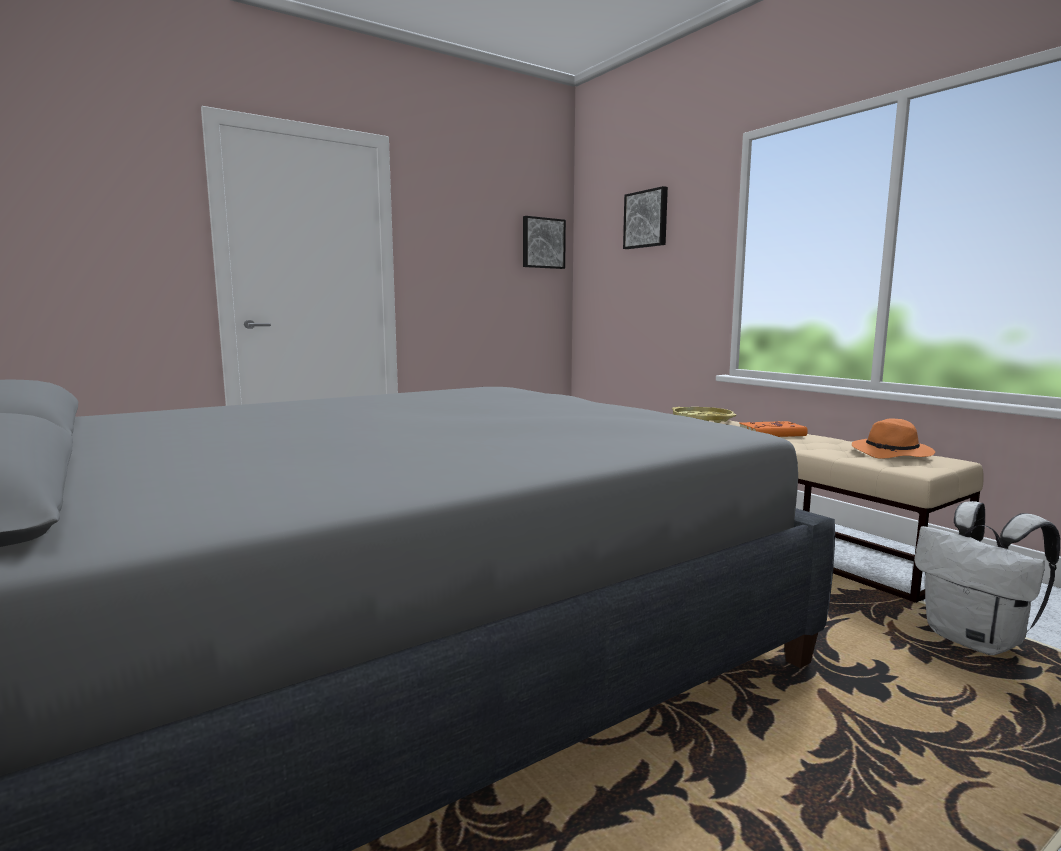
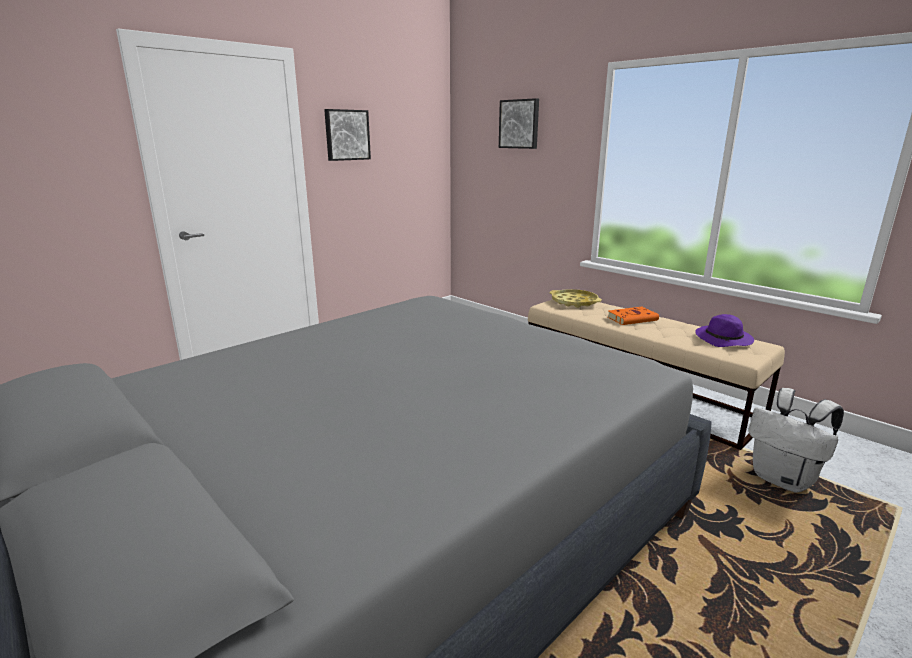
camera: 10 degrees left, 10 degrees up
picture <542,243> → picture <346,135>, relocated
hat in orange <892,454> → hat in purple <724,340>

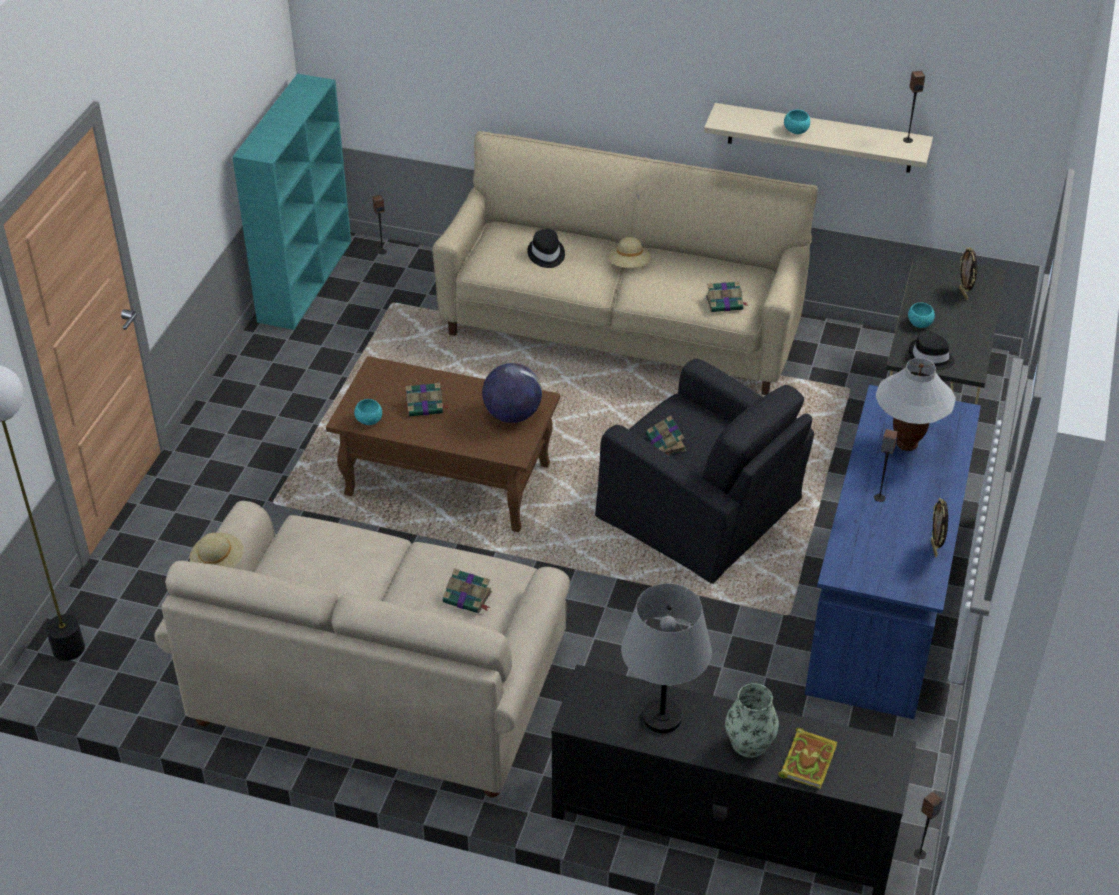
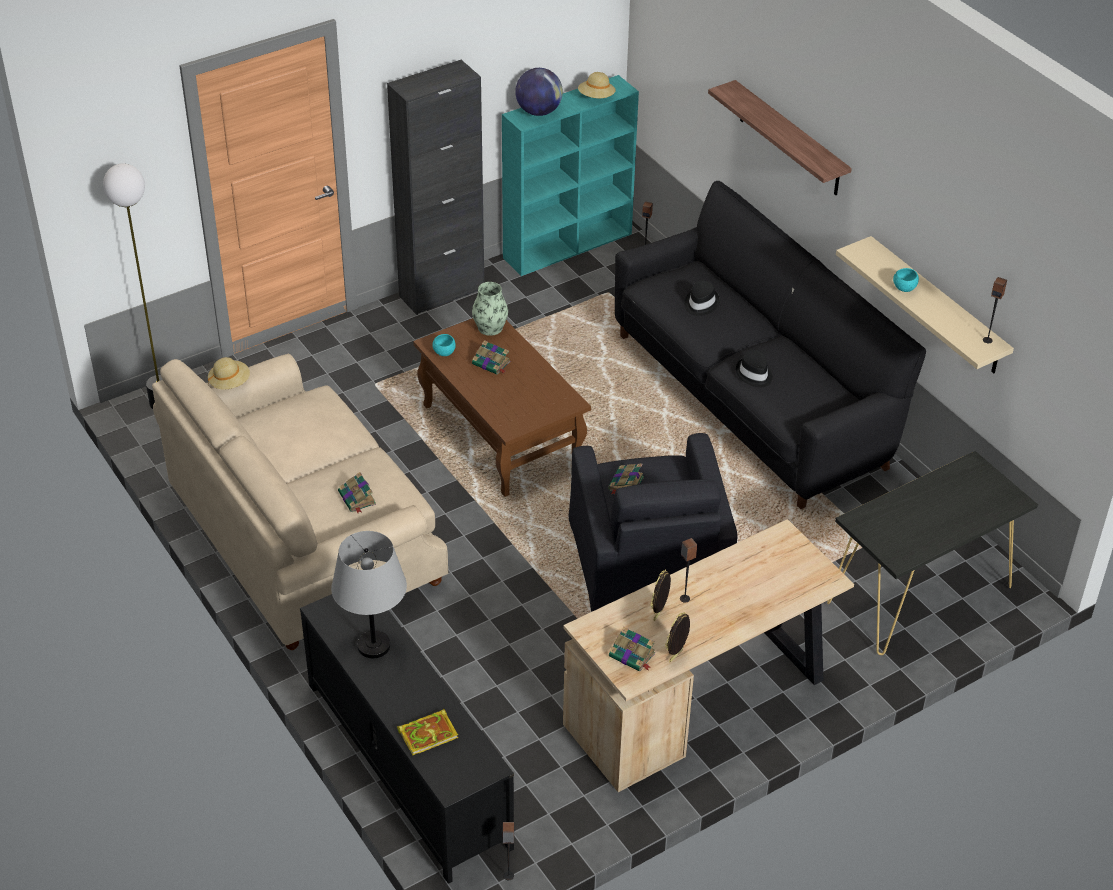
camera: 40 degrees right, 0 degrees up
sofa in beige <621,329> → sofa in black <750,400>
hat in beige <629,265> → hat in beige <596,97>, relocated
picture frame <963,294> → picture frame <659,614>, relocated
book <725,303> → book <632,655>, relocated
bowl in turquoise <919,324> → -
hat in black <930,357> → hat in black <754,374>, relocated
table lamp in white <906,444> → -
globe <512,415> → globe <538,111>, relocated
desk in blue <884,600> → desk in beige <701,702>
vase <749,743> → vase <490,327>, relocated
- → cabinet in black <441,292>
- → shelf <789,139>

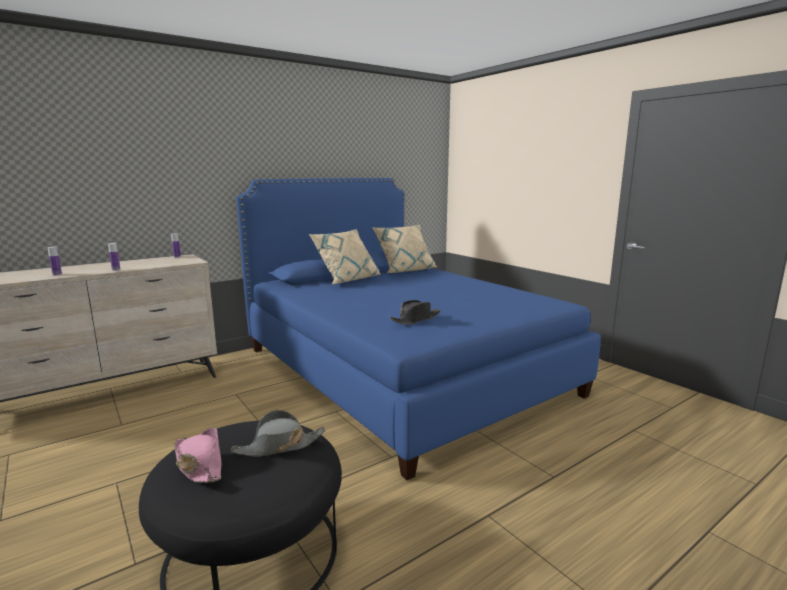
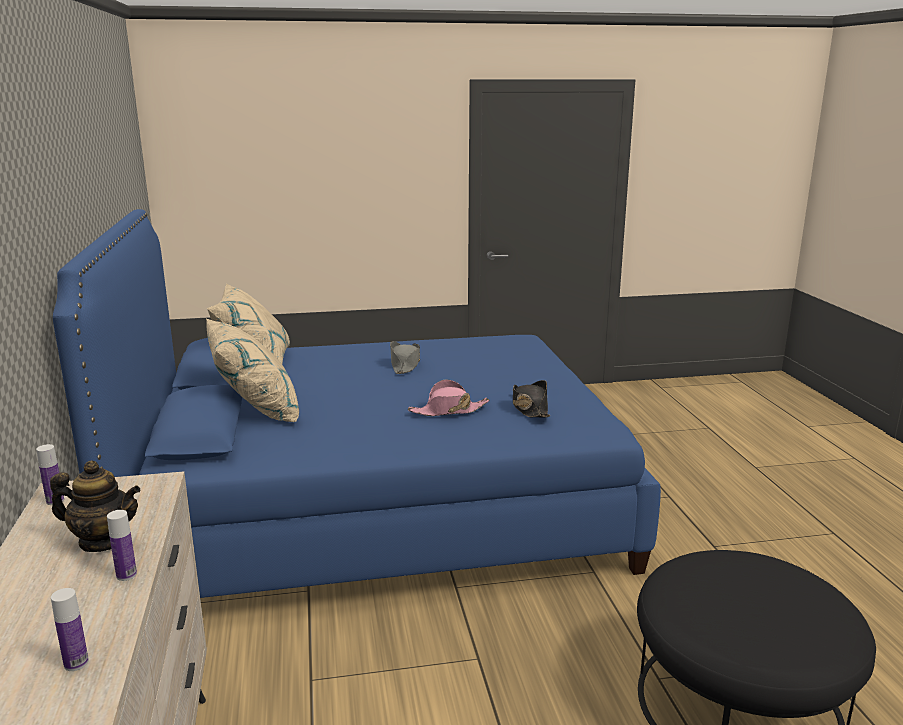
camera: 65 degrees left, 5 degrees up
hat in grey <279,446> → hat in grey <405,365>, relocated
hat in pink <199,464> → hat in pink <448,410>, relocated
- → teapot <103,541>

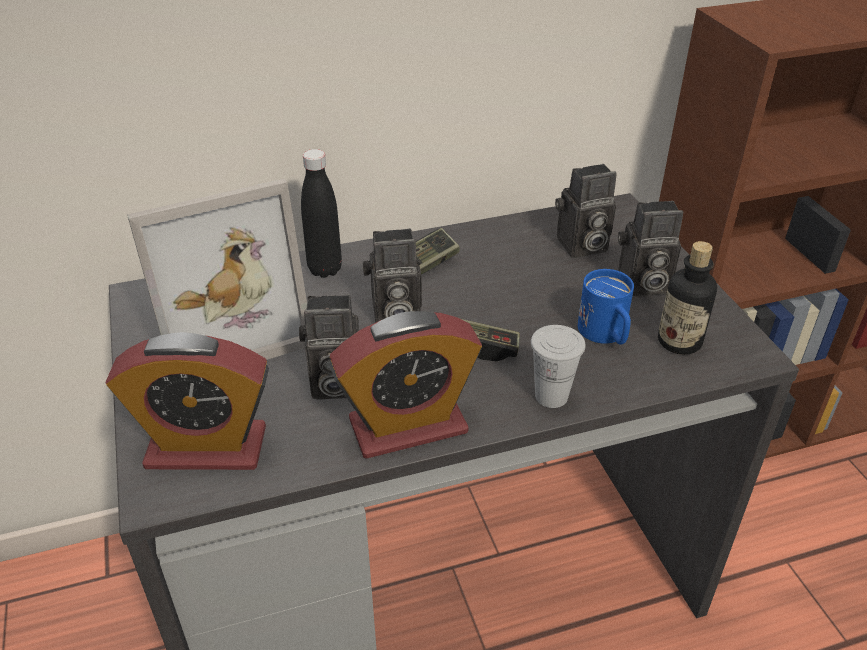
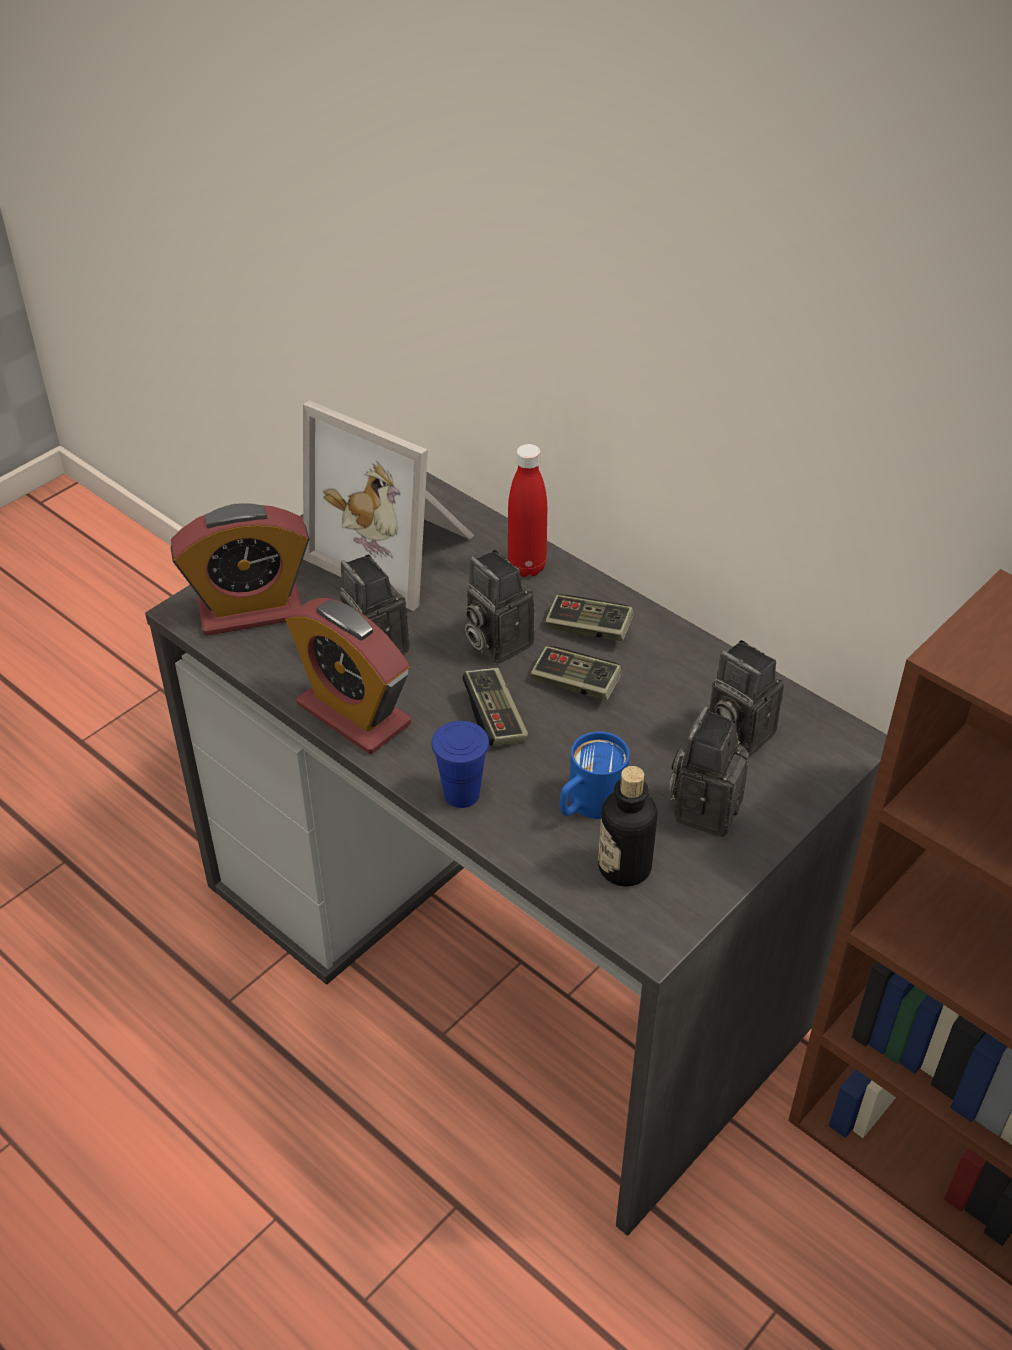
camera: 60 degrees right, 5 degrees up
bottle in black <325,269> → bottle in red <527,567>
photo camera <641,285> → photo camera <704,807>, 60 degrees clockwise
cup in white <551,396> → cup in blue <461,794>
alarm clock <206,448> → alarm clock <250,611>, 75 degrees counterclockwise
- → game controller <575,684>

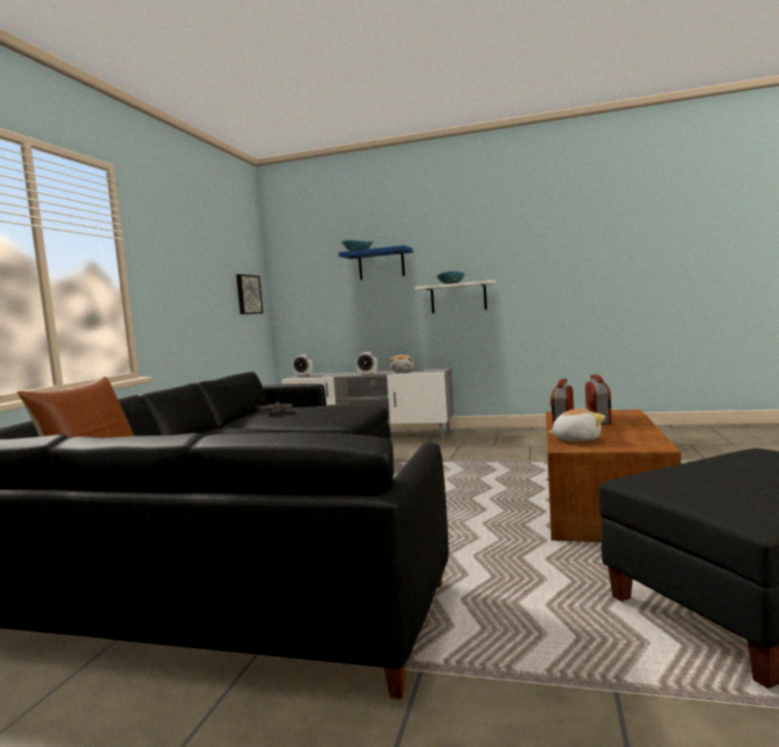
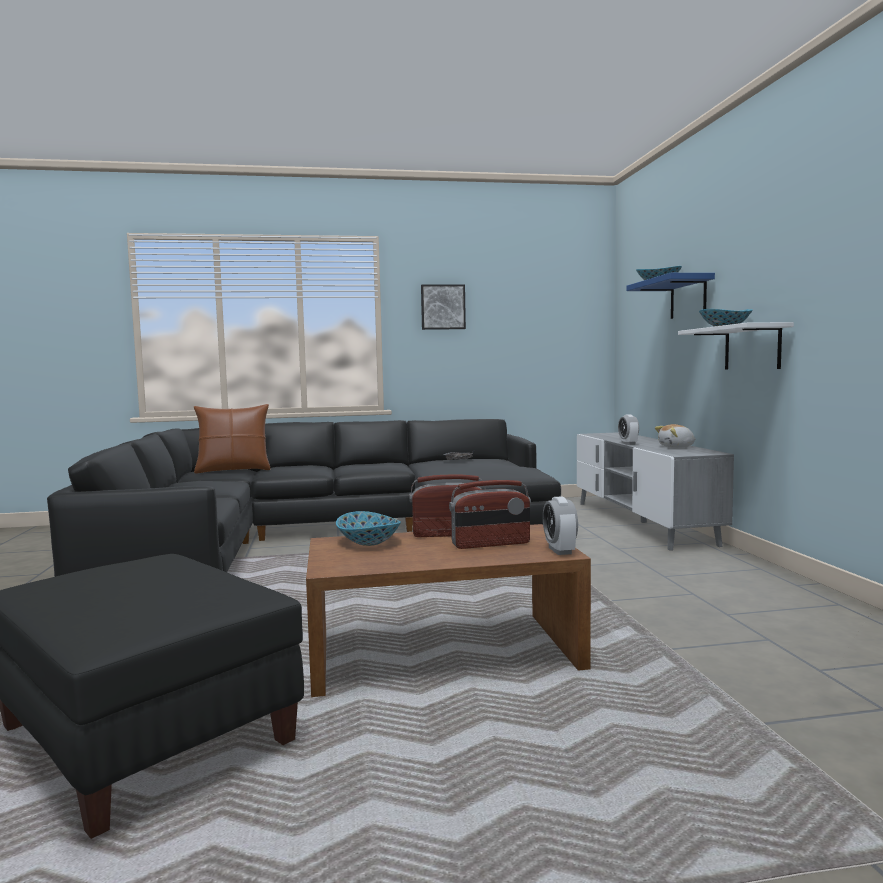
camera: 65 degrees right, 0 degrees up
picture <248,294> → picture <442,307>, relocated
alarm clock <303,376> → alarm clock <560,550>, relocated
plush toy <576,439> → bowl <369,542>

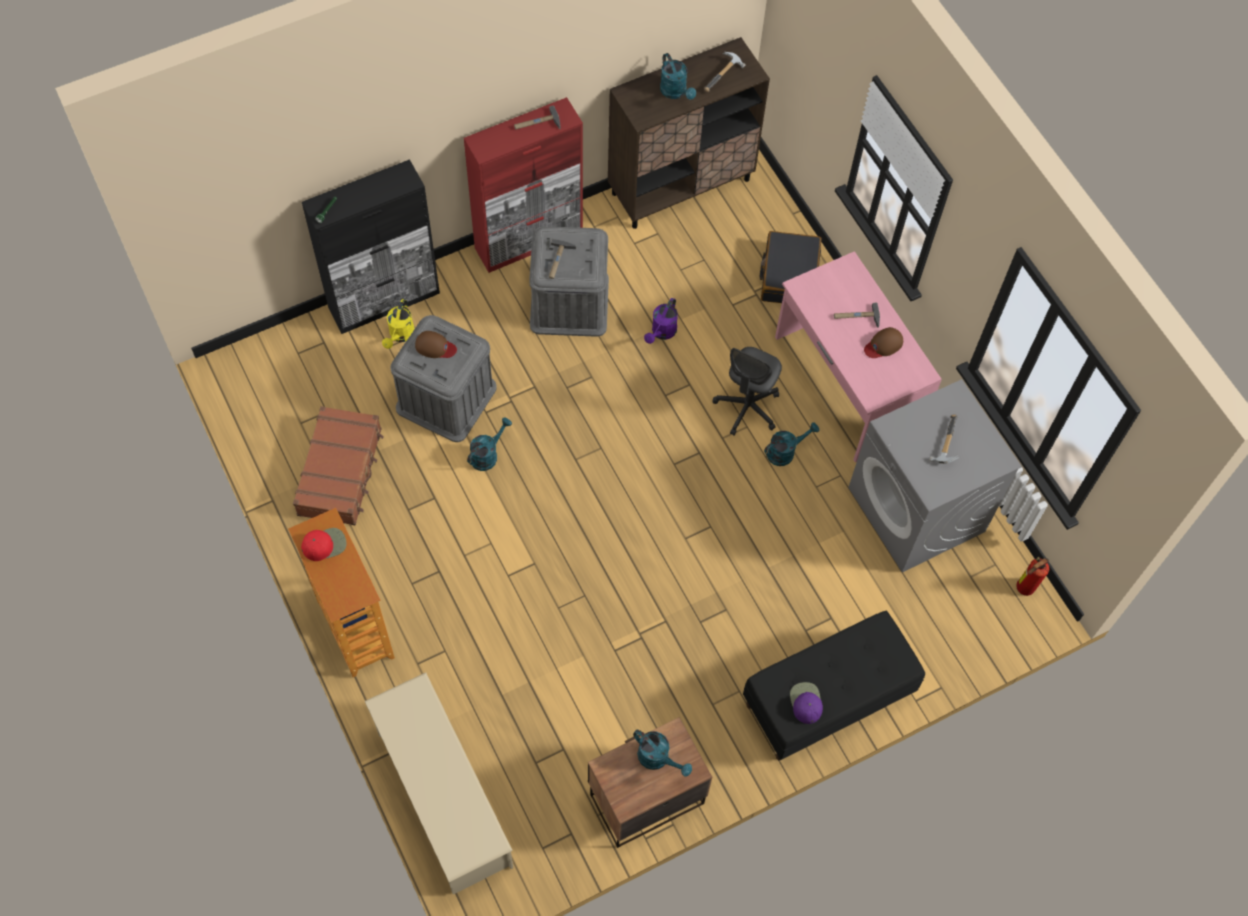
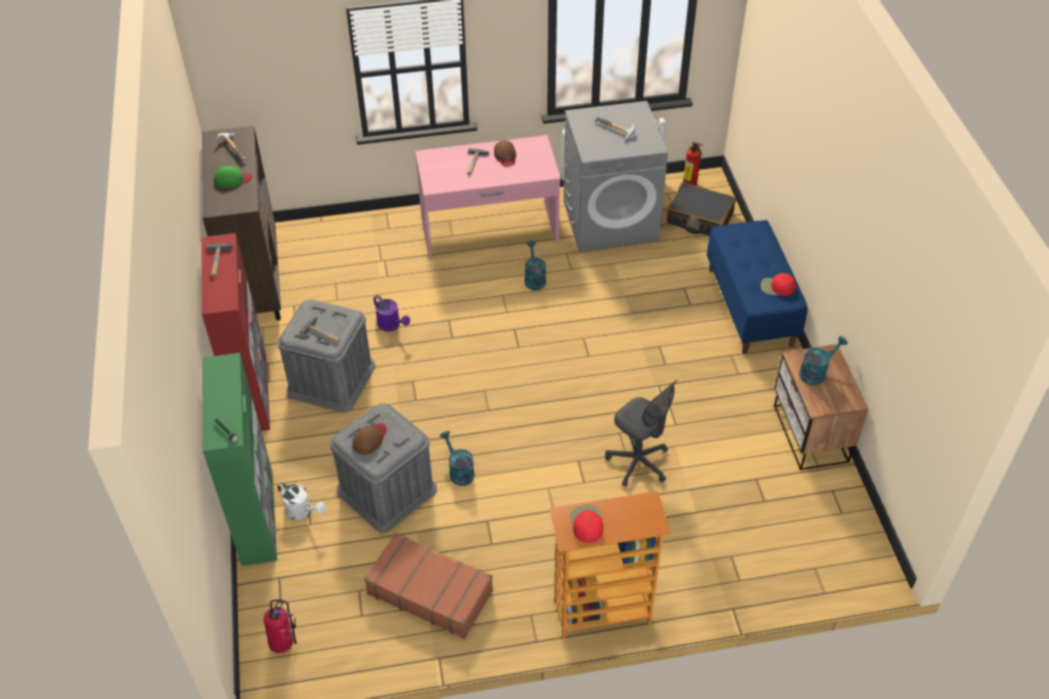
camera: 70 degrees left, 15 degrees down
watering can in turquoise <676,92> → cap in green <233,179>
cabinet in black <385,300> → cabinet in green <257,516>
suitcase in black <789,275> → suitcase in black <699,218>, relocated
watering can in yellow <400,335> → watering can in white <303,512>
office chair in grey <747,408> → office chair in grey <638,462>, relocated
bench in black <827,700> → bench in blue <751,307>
shoe rack in beige <443,798> → -
cap in purple <805,702> → cap in red <777,287>
- → fire extinguisher <284,643>

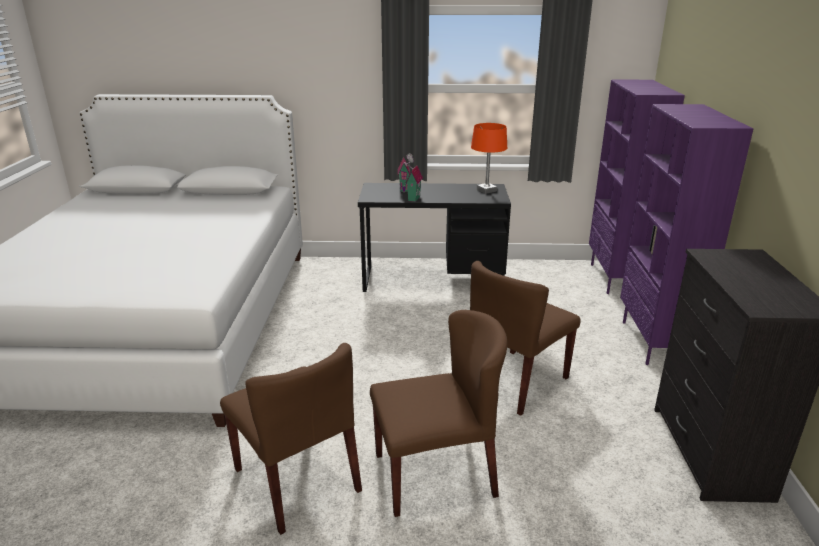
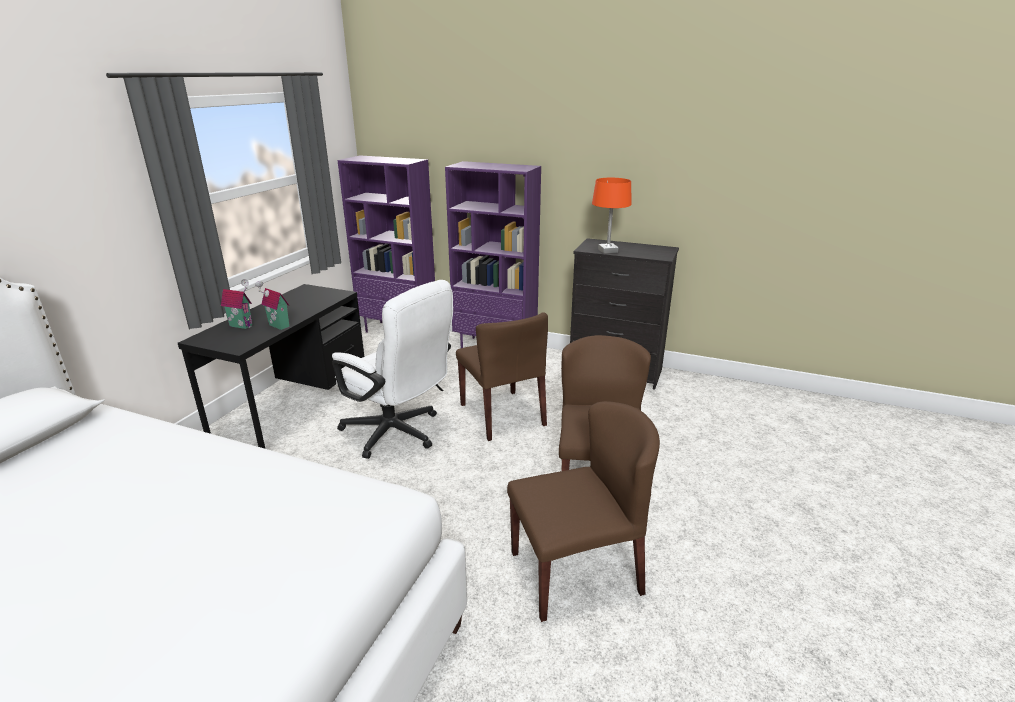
camera: 70 degrees left, 0 degrees up
table lamp in orange <486,190> → table lamp in orange <607,251>, relocated
- → office chair in white <398,434>

